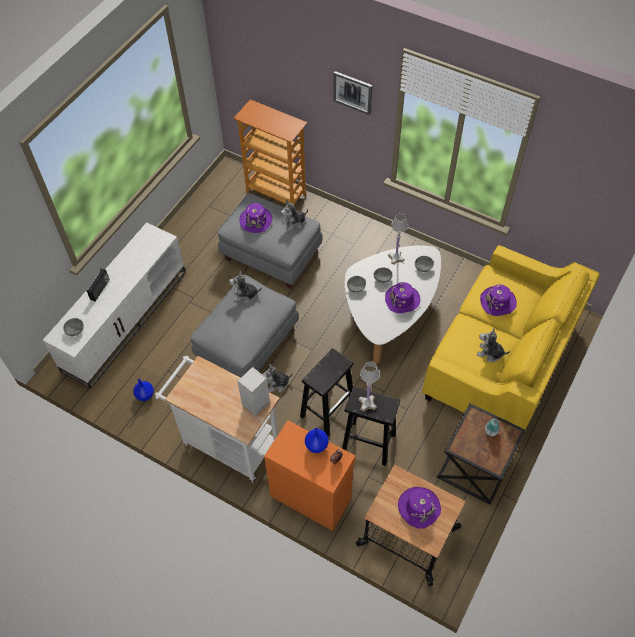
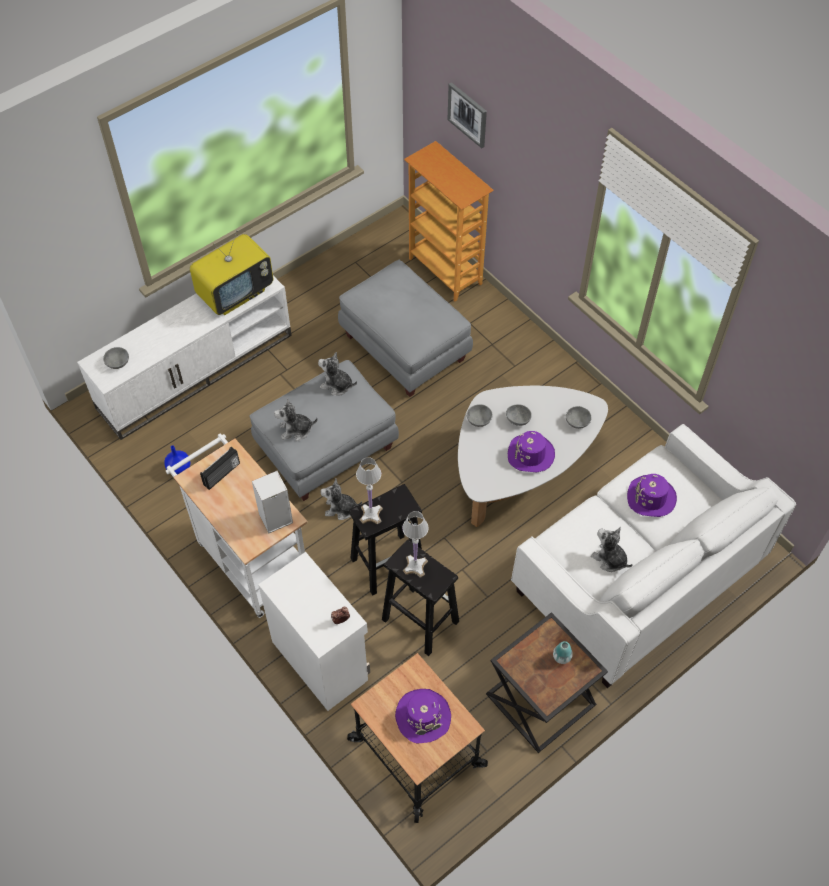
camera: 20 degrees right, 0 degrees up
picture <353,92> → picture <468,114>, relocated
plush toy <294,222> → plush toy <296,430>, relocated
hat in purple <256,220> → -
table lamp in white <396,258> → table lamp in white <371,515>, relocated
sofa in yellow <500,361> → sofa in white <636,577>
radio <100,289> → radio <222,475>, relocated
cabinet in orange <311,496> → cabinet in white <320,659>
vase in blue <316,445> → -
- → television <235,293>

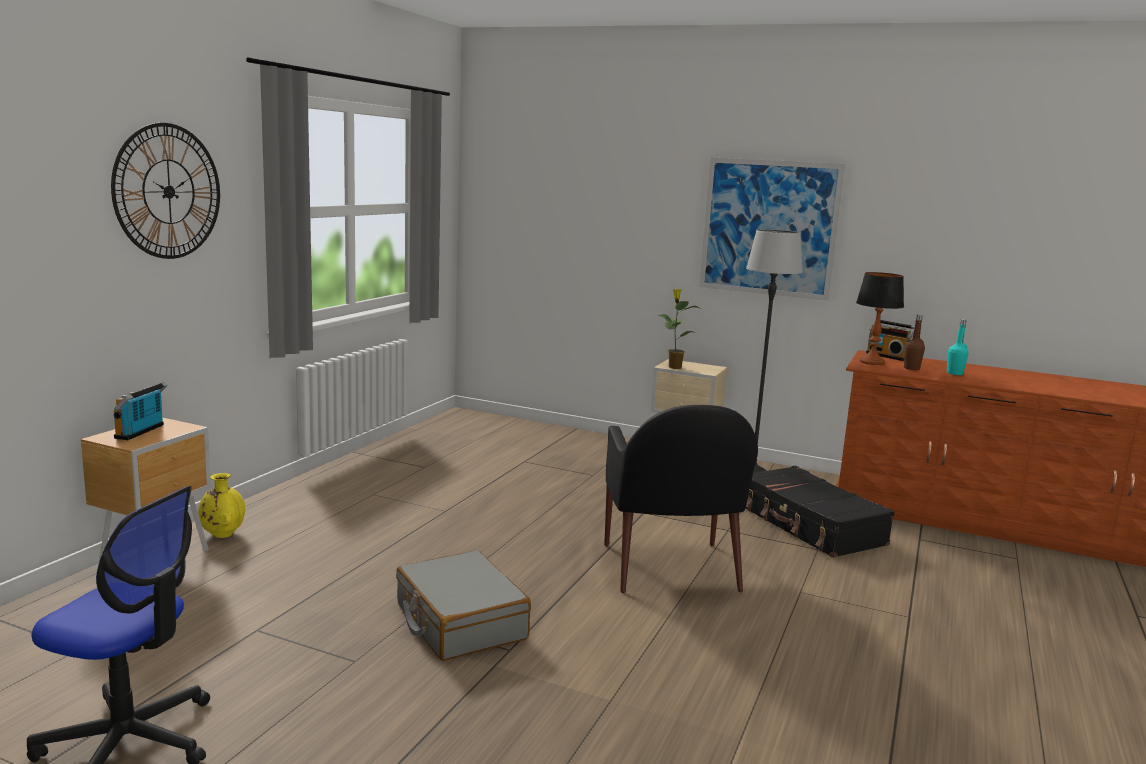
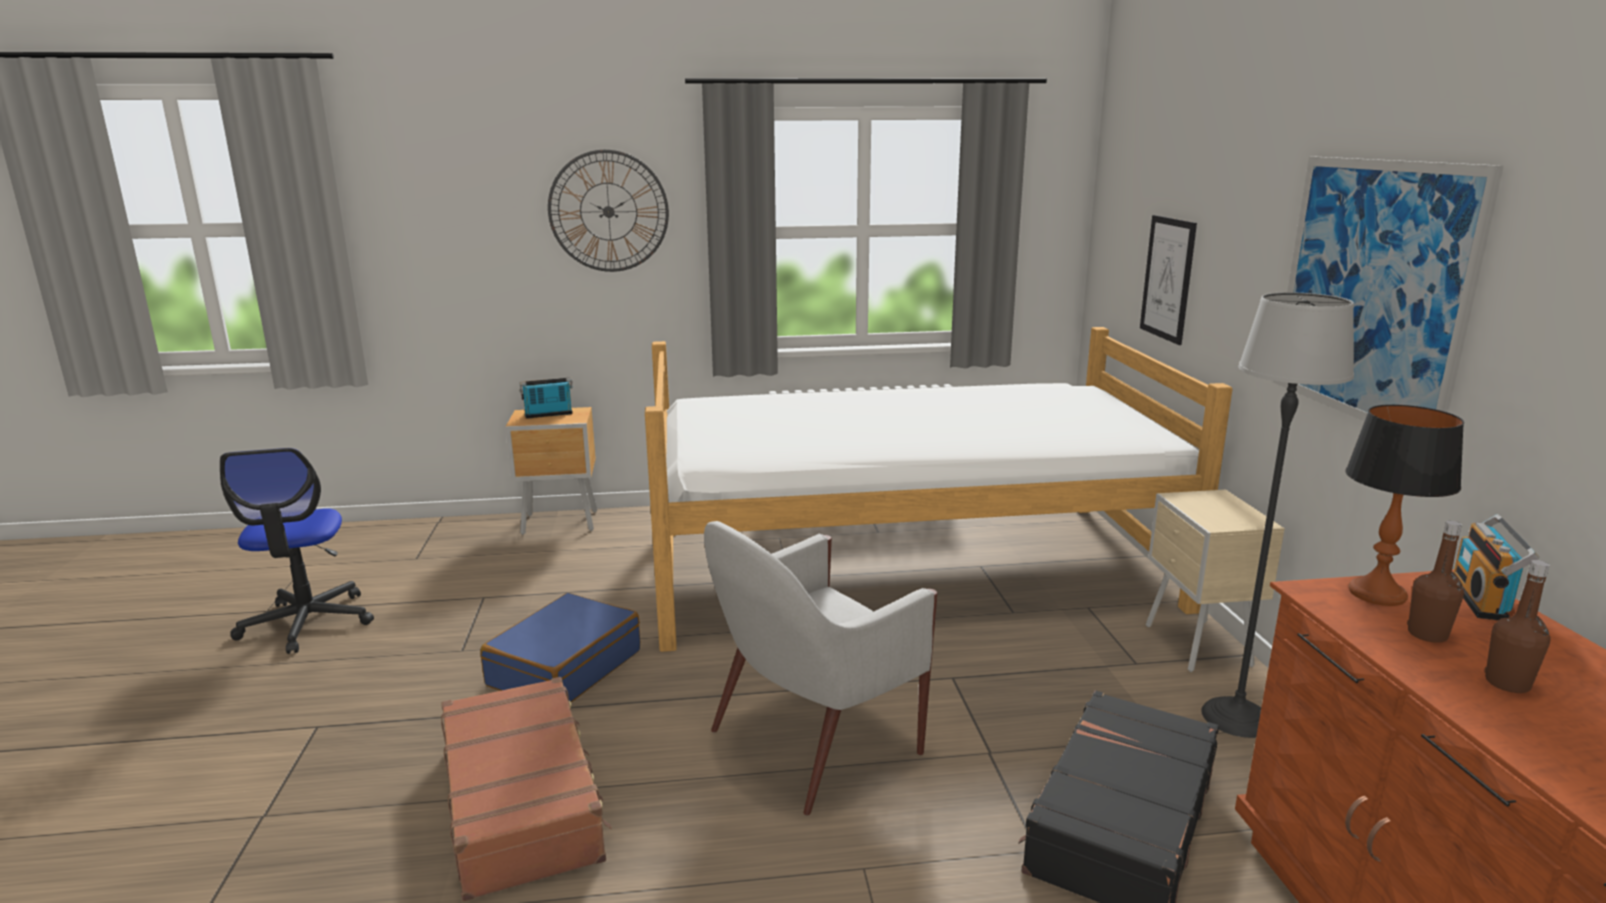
camera: 60 degrees right, 5 degrees up
potted plant <674,367> → -
bottle in turquoise <954,373> → bottle in brown <1507,683>
armchair in black <670,569> → armchair in white <810,743>
vase in yellow <222,535> → -
suitcase in grey <460,622> → suitcase in blue <564,668>
- → picture <1167,278>
- → bed <907,569>
- → suitcase in brown <523,801>

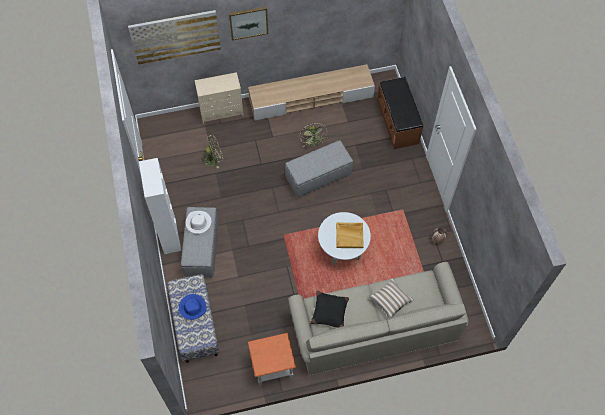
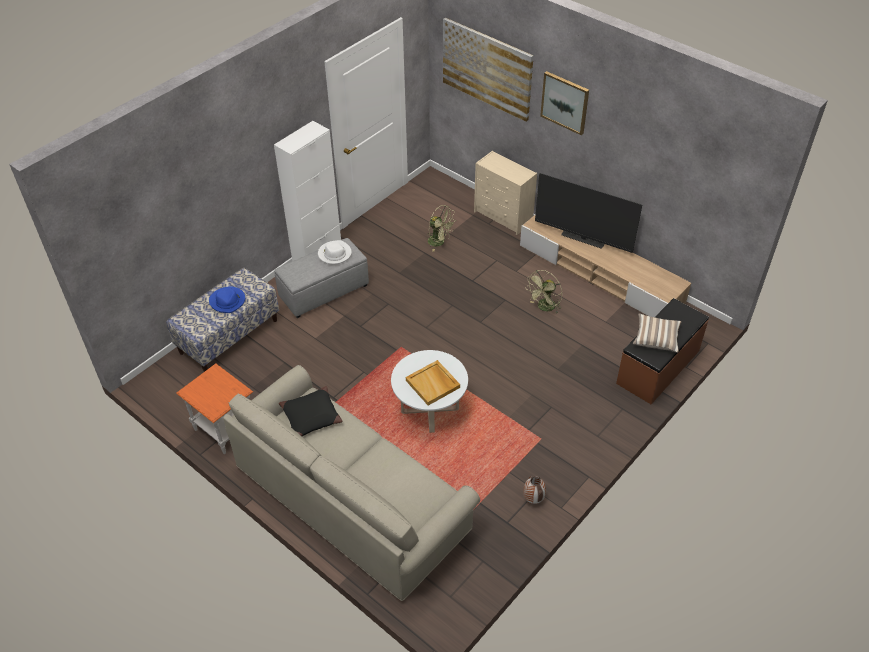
camera: 55 degrees right, 15 degrees down
ottoman in grey <319,176> → -
pillow <390,301> → pillow <656,338>, relocated
- → television <582,239>

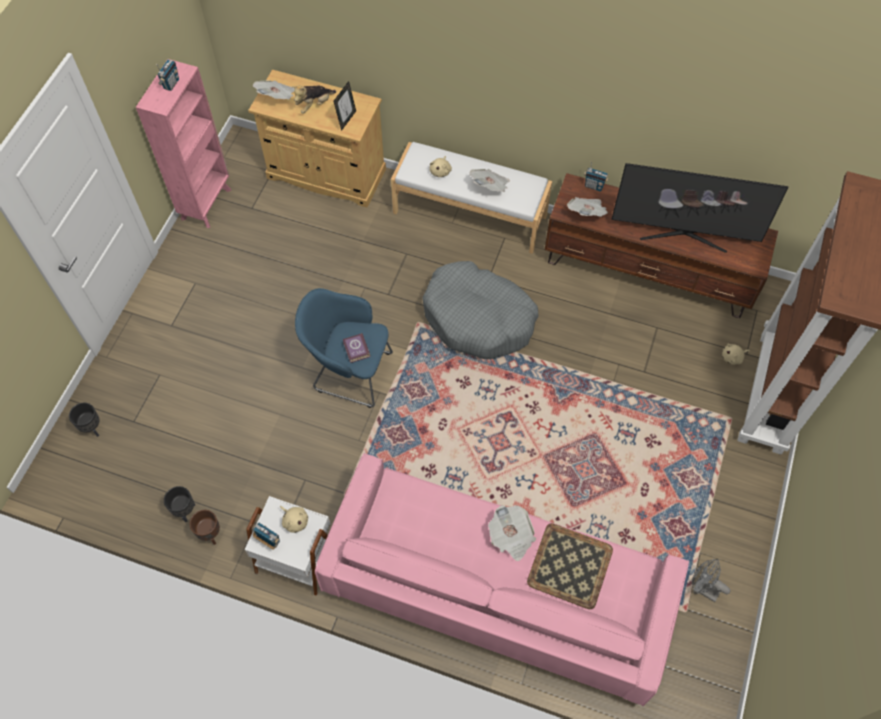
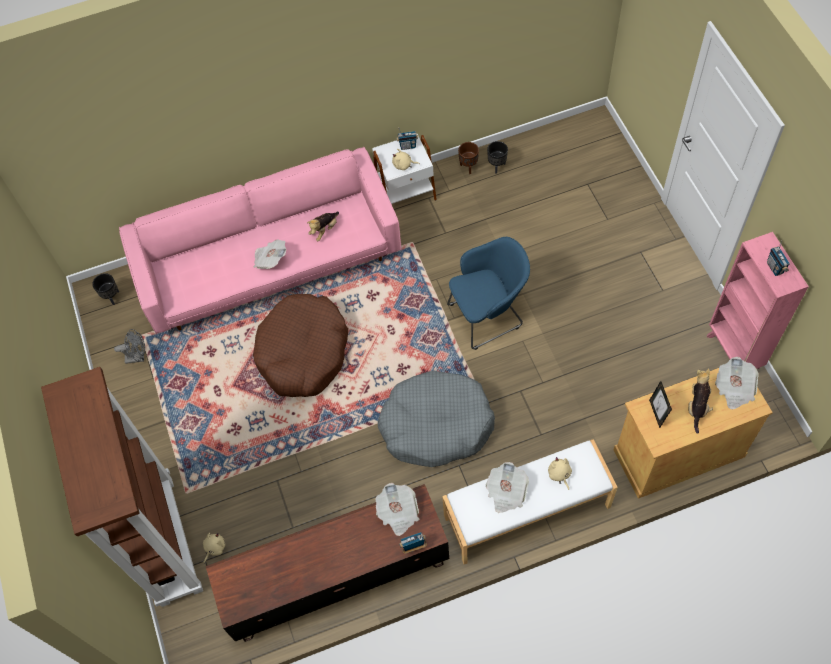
camera: 145 degrees right, 0 degrees up
television <683,234> → -
book <356,350> → -
planter in black <92,428> → planter in black <112,297>, relocated
tray <569,566> → -
- → plush toy <324,230>
- → dog bed in brown <303,352>

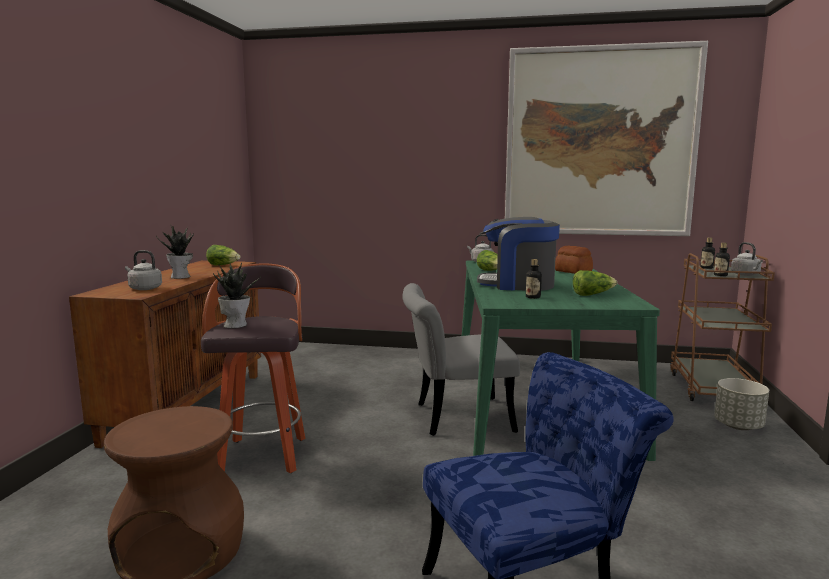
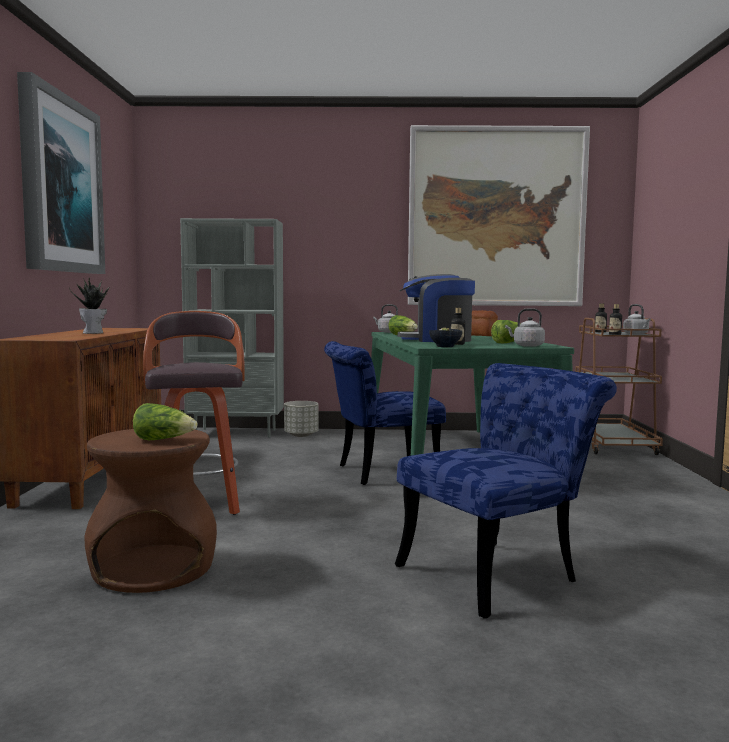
camera: 10 degrees left, 5 degrees down
lettuce <224,265> → lettuce <164,440>, relocated
kettle in grey <144,288> → kettle in grey <526,346>, relocated
potted plant <236,325> → -
chair in grey <454,417> → chair in blue <379,472>
planter in grey <738,426> → planter in grey <301,435>, relocated
- → picture <60,185>
- → bookcase in grey <236,433>
- → bowl <444,346>

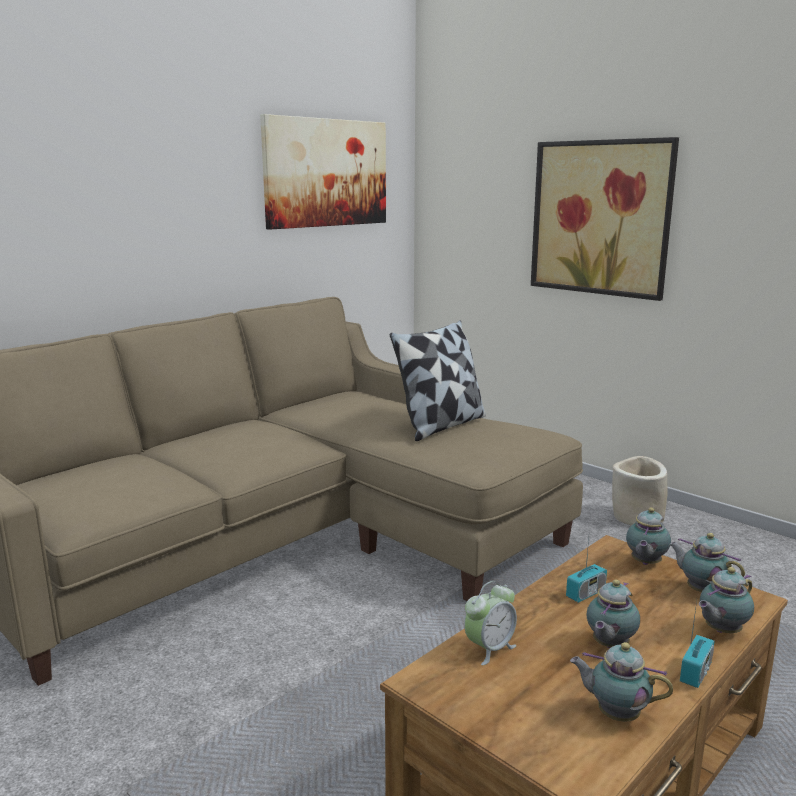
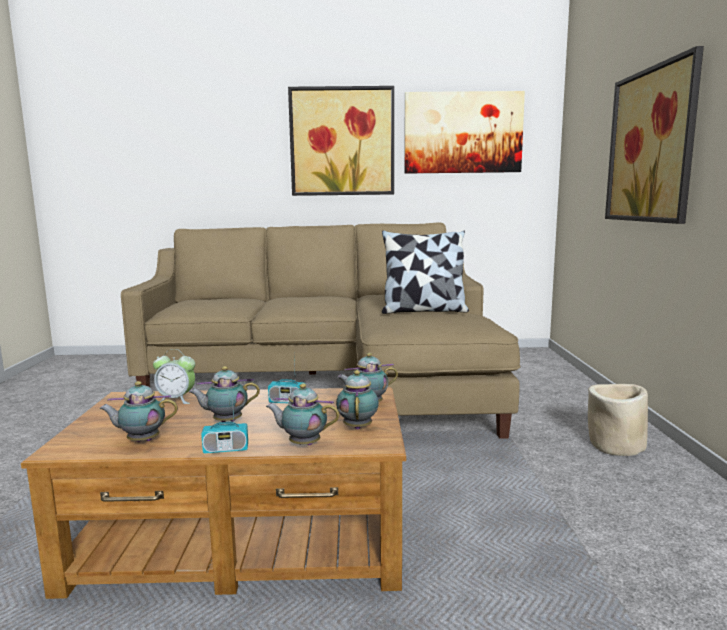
camera: 45 degrees right, 5 degrees down
teapot <615,714> → teapot <141,441>, 75 degrees counterclockwise
- → picture <342,142>

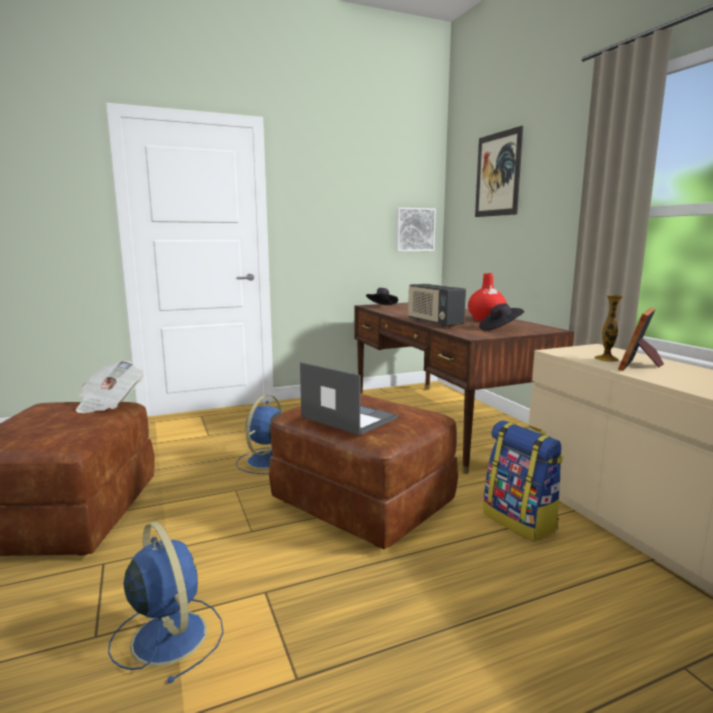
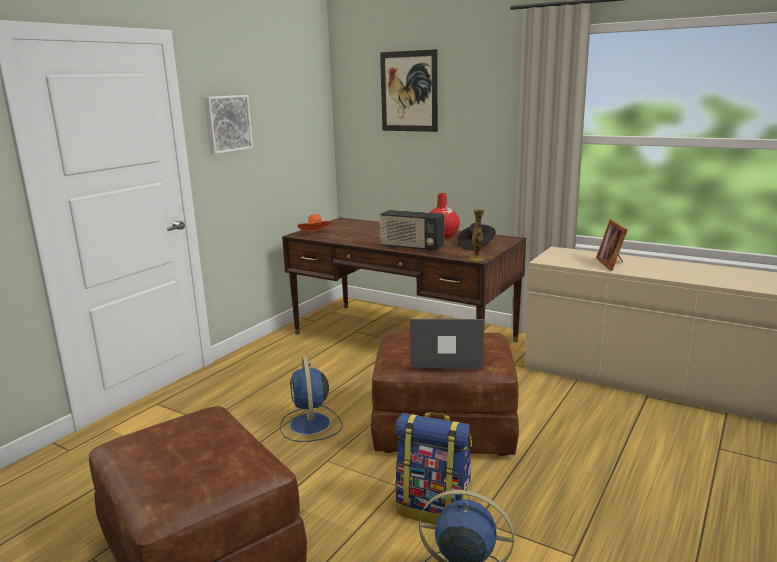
camera: 35 degrees left, 5 degrees up
picture <414,229> → picture <227,123>, relocated
hat in black <382,306> → hat in orange <316,234>
vase <606,359> → vase <476,258>, relocated
newspaper <109,403> → -
backpack <520,521> → backpack <435,509>, relocated

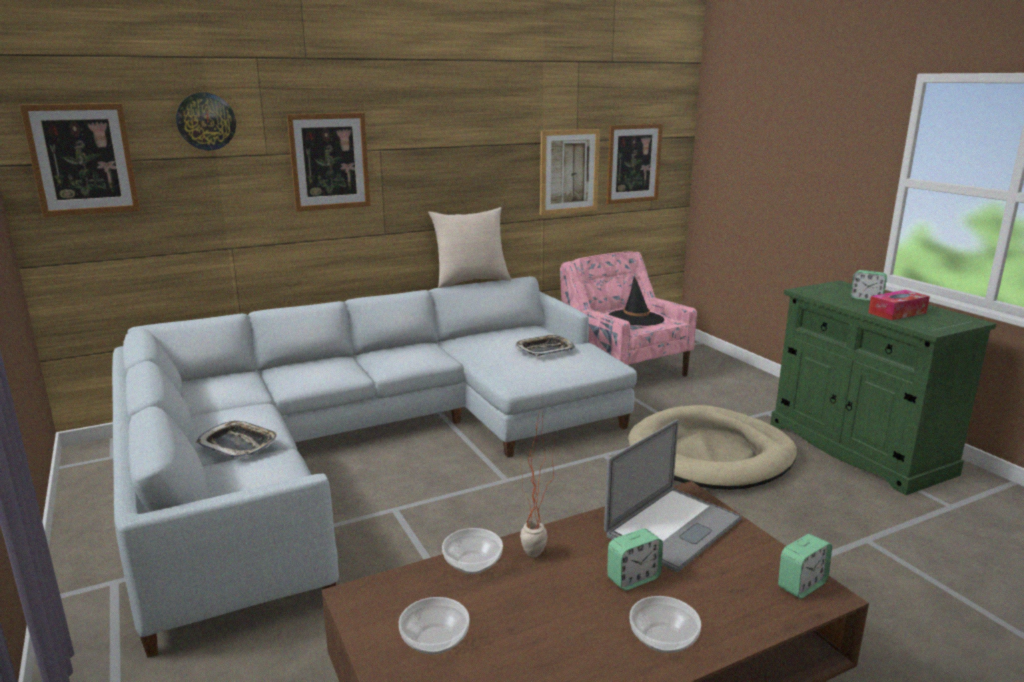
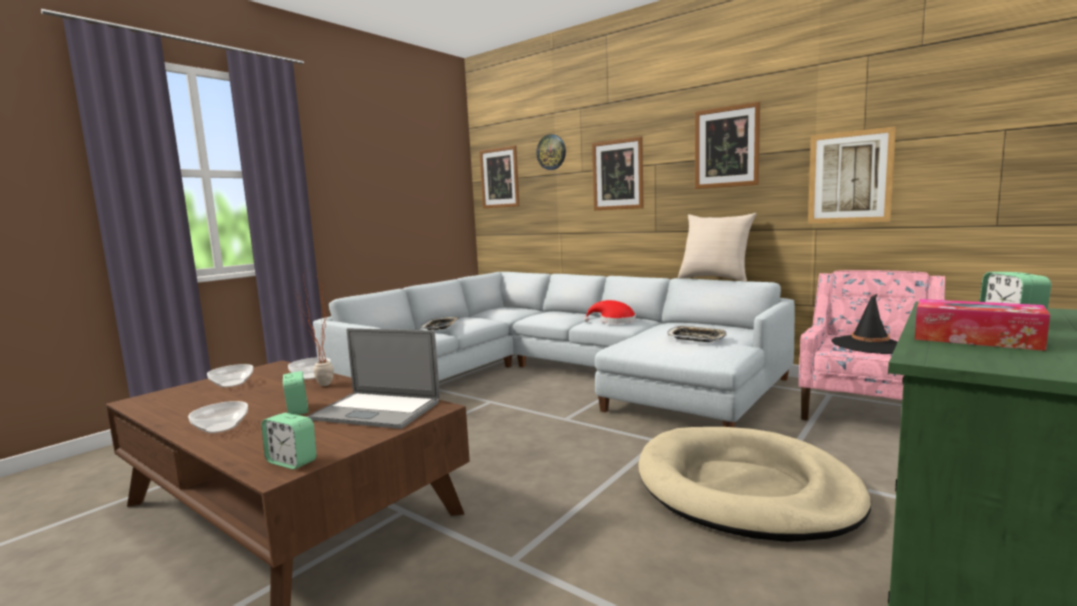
camera: 65 degrees right, 10 degrees down
picture <633,163> → picture <726,147>, relocated
alarm clock <633,578> → alarm clock <297,410>, 150 degrees counterclockwise
- → hat in red <614,321>

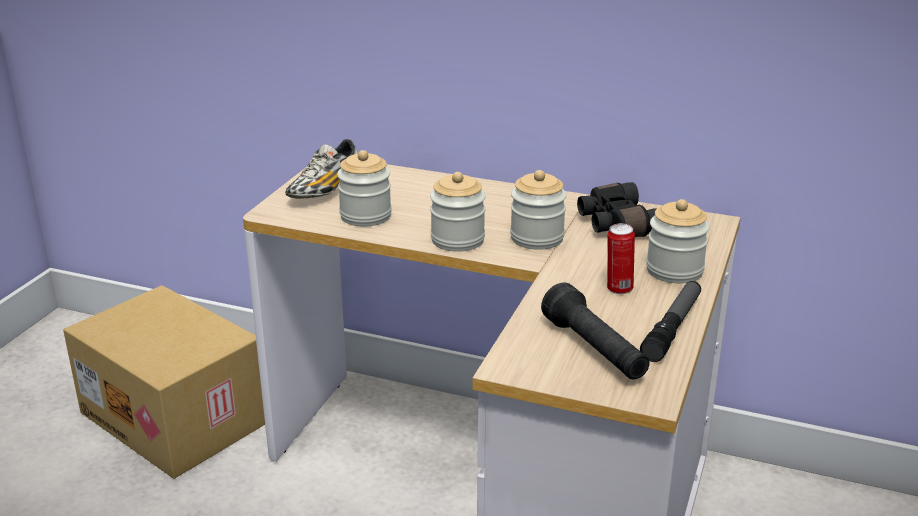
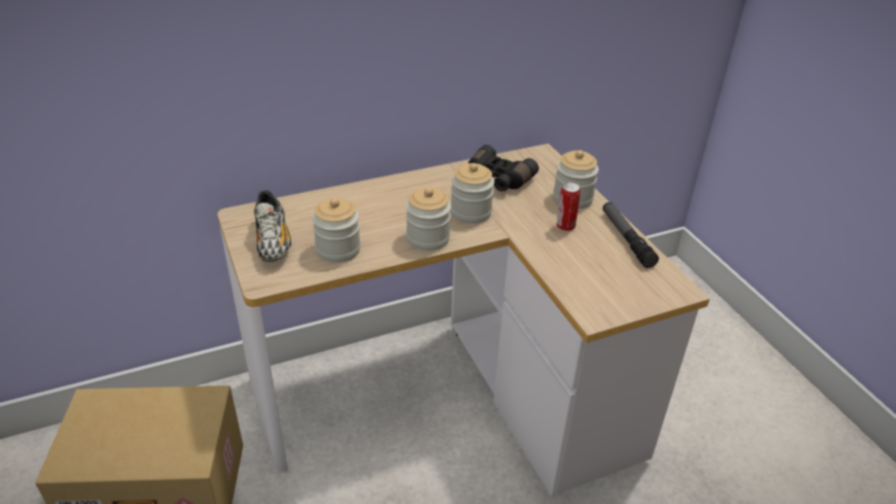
camera: 45 degrees left, 10 degrees up
flashlight in black <595,350> → -

